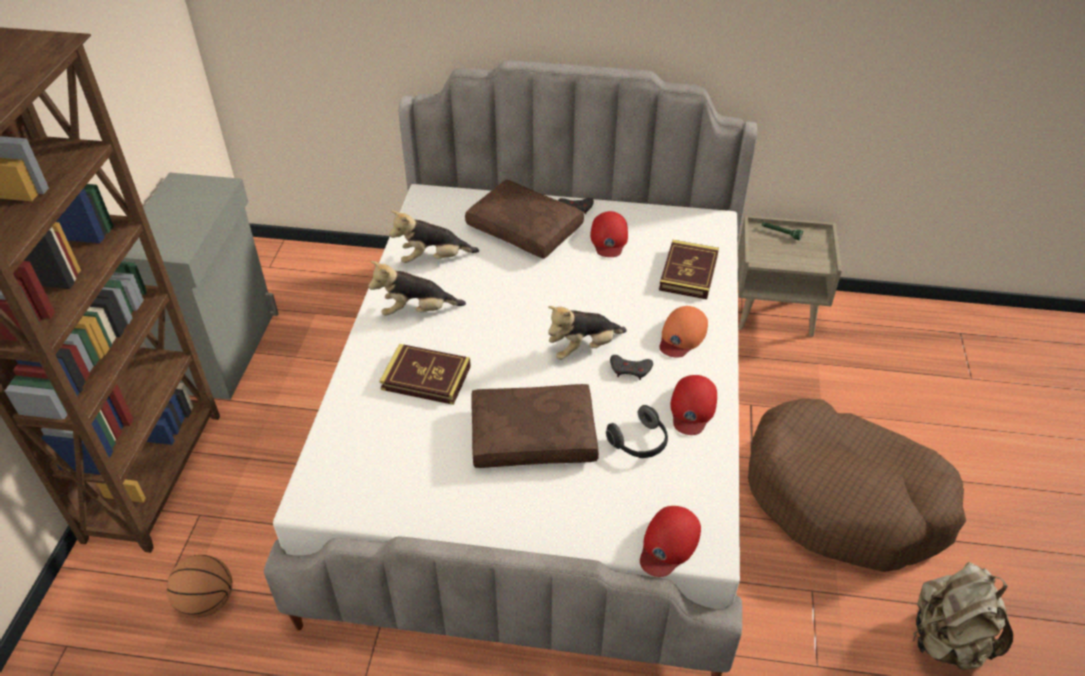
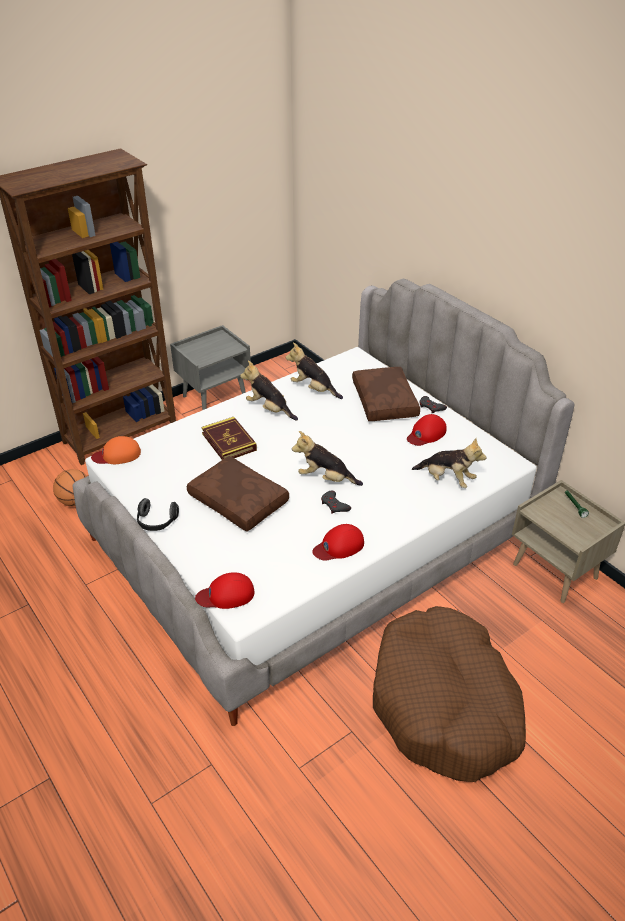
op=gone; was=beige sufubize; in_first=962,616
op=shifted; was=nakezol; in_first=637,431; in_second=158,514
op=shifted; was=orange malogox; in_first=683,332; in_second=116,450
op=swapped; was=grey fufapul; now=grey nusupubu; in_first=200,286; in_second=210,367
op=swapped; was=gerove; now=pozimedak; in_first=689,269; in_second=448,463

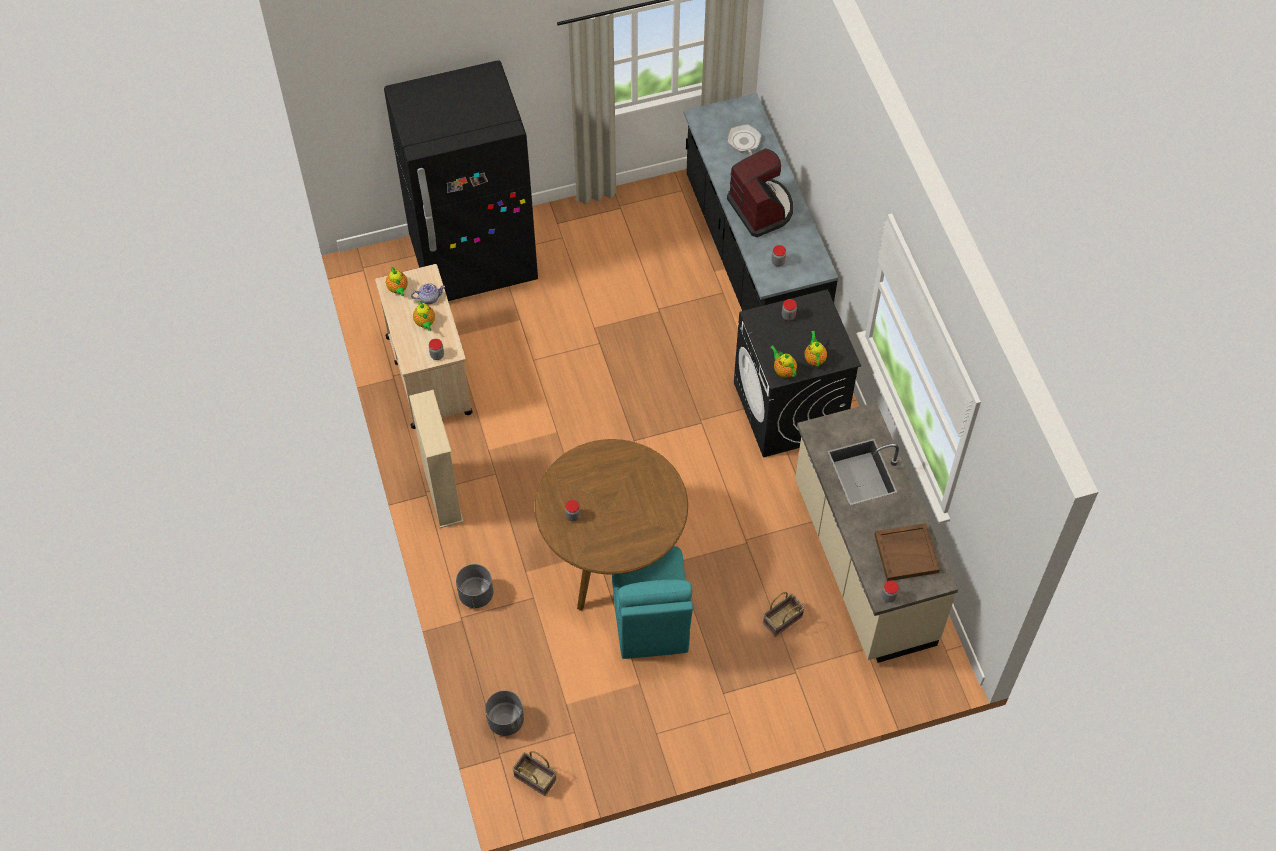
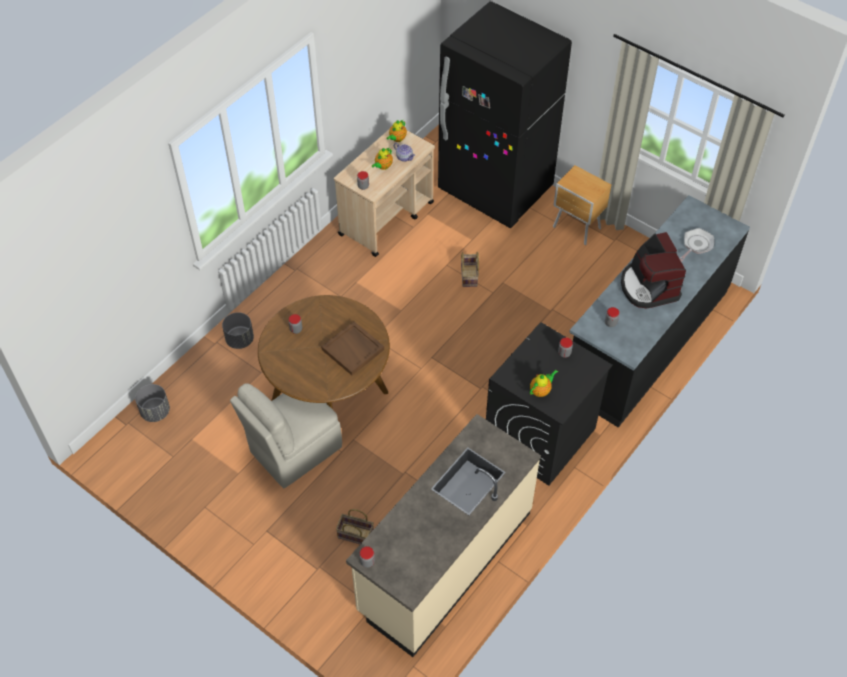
op=gone; was=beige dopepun; in_first=436,459
op=gone; was=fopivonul; in_first=783,362
op=new; now=brown nusupubu; in_second=582,205
op=shifted; was=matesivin; in_first=534,773; in_second=470,269
op=shifted; was=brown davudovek; in_first=907,552; in_second=352,348
op=repainted; was=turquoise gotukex; now=beige gotukex; in_first=652,602; in_second=286,435
op=rotated; was=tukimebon; in_first=760,193; in_second=653,270; clockwise=135

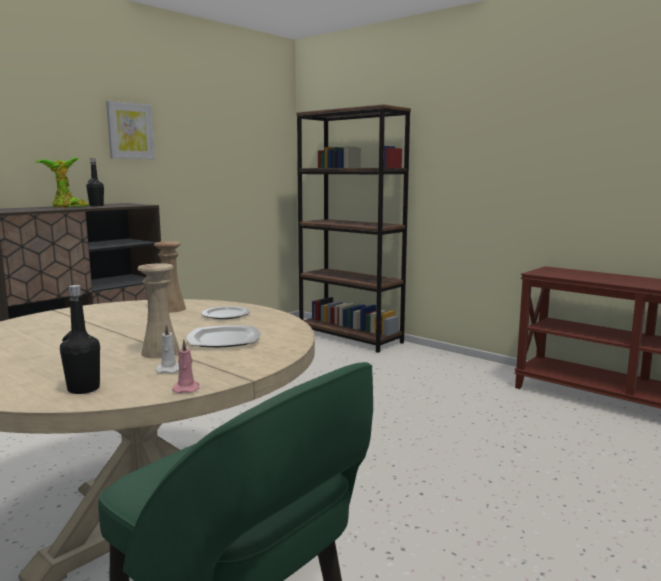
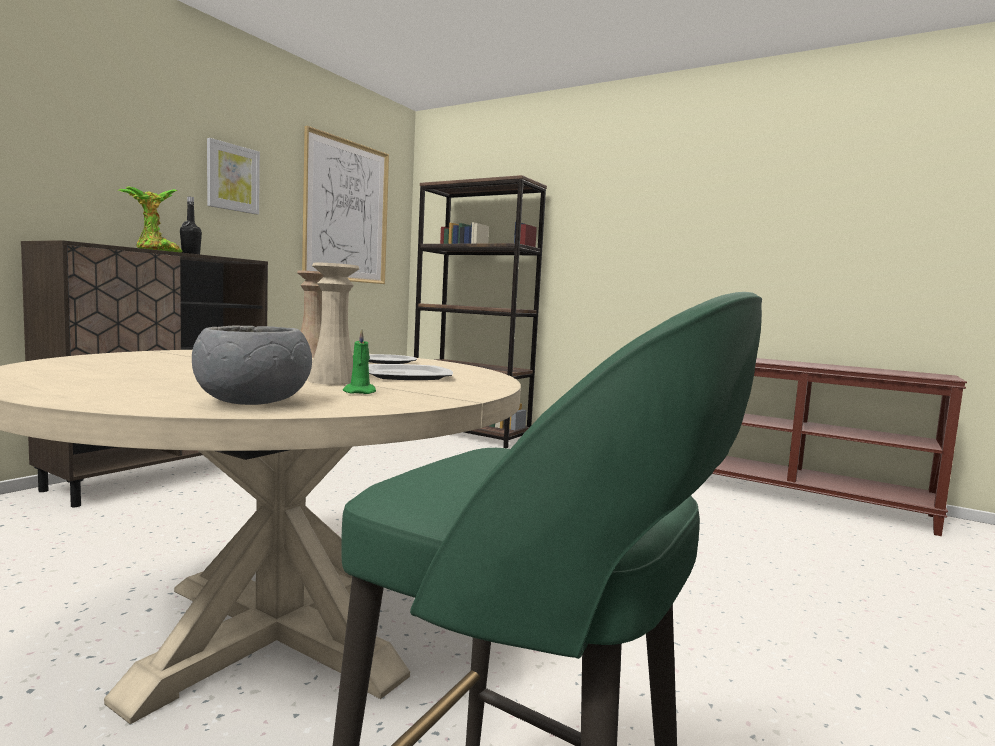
op=gone; was=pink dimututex; in_first=185,366
op=new; now=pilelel; in_second=345,205
op=swapped; was=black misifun; now=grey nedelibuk; in_first=80,339; in_second=252,365
op=repainted; was=white dimututex; now=green dimututex; in_first=167,348; in_second=359,361

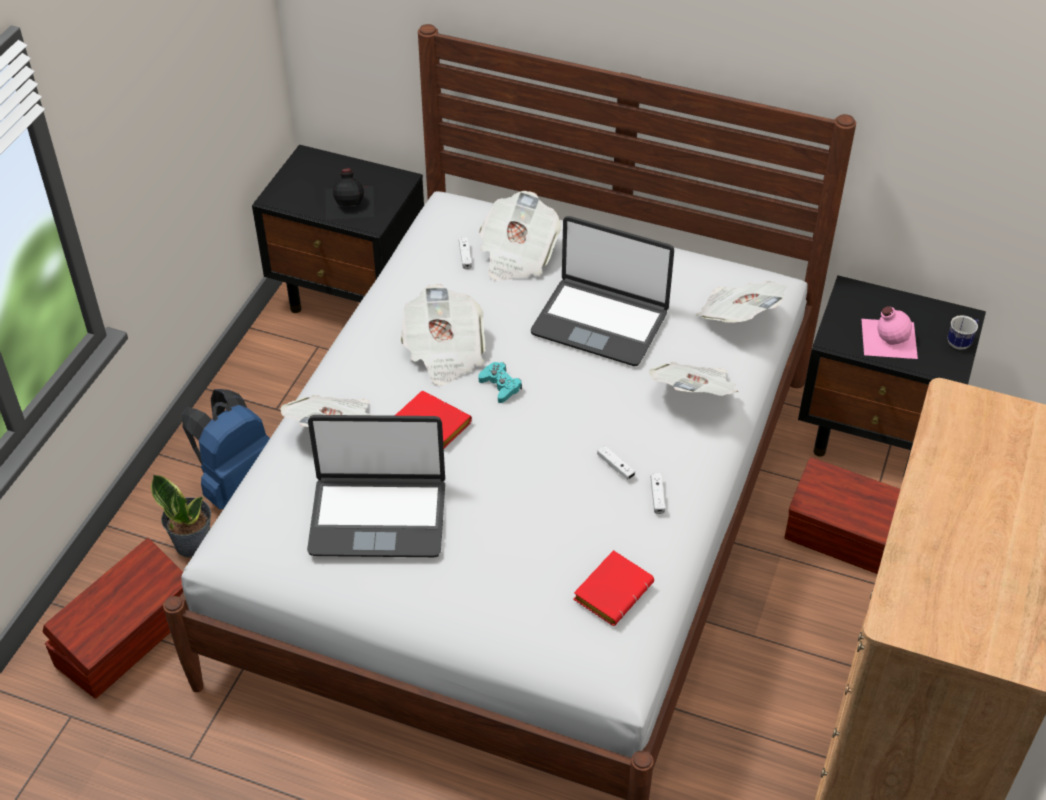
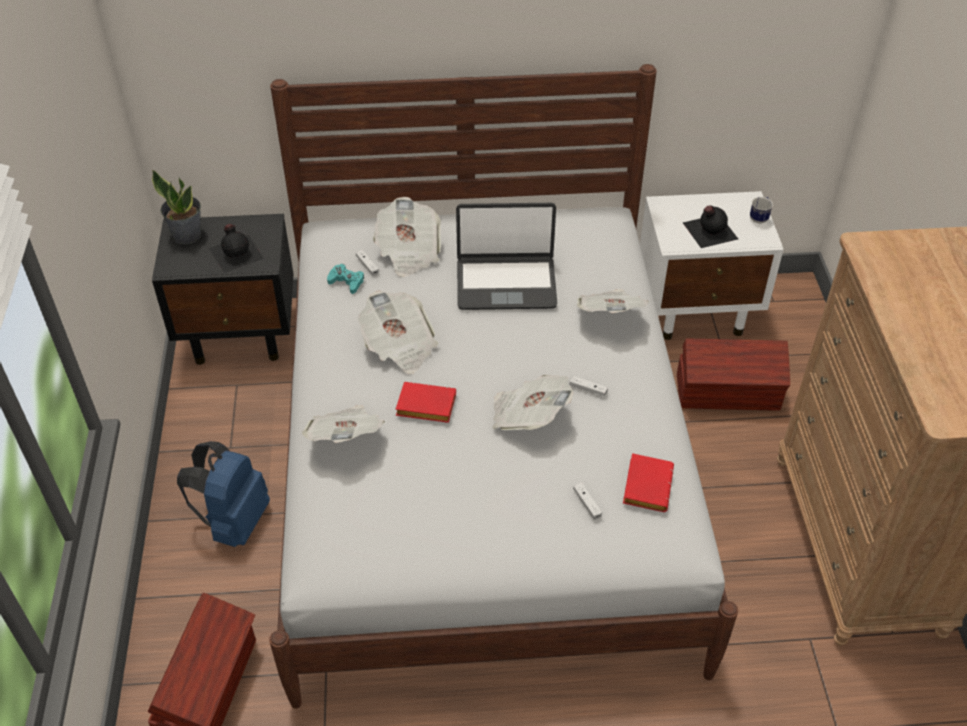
op=gone; was=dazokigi; in_first=376,486
op=shifted; was=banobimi; in_first=181,516; in_second=176,207
op=shifted; was=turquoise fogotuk; in_first=500,382; in_second=345,279
op=shifted; was=white fogotuk; in_first=658,493; in_second=587,501
op=shifted; was=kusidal; in_first=742,302; in_second=533,402
op=repainted; was=black nusupubu; now=white nusupubu; in_first=892,376; in_second=711,265
op=repainted; was=pink misifun; now=black misifun; in_first=889,333; in_second=710,226

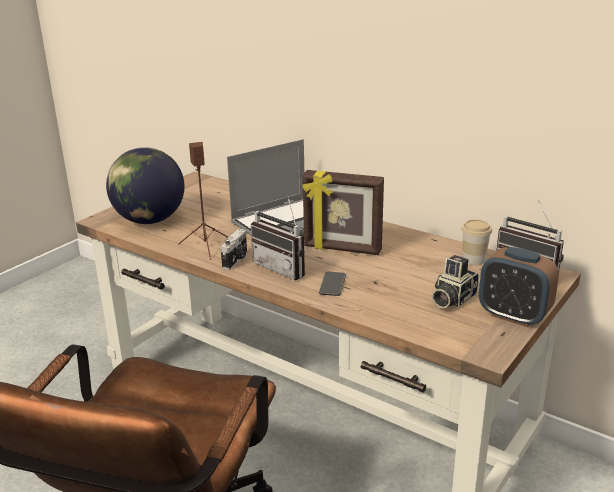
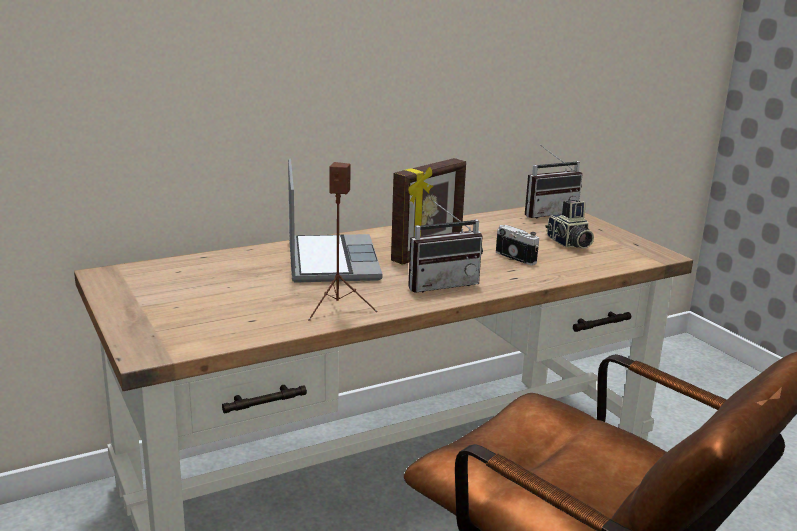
op=gone; was=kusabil; in_first=145,185
op=gone; was=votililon; in_first=332,284
op=gone; was=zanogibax; in_first=476,242
op=gone; was=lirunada; in_first=519,287
op=shifted; was=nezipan; in_first=234,249; in_second=517,245

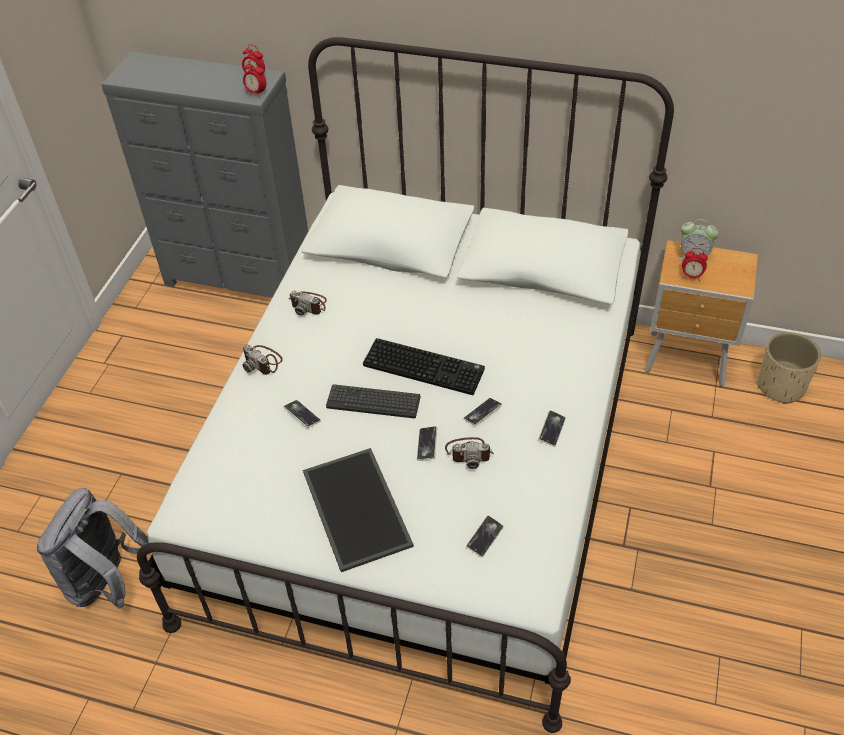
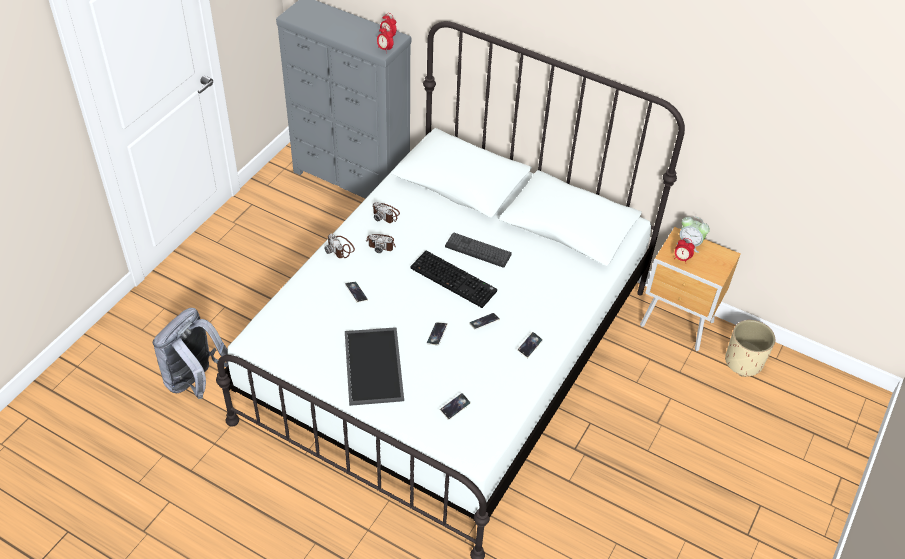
op=shifted; was=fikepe; in_first=373,401; in_second=478,250
op=shifted; was=nezipan; in_first=469,453; in_second=381,243

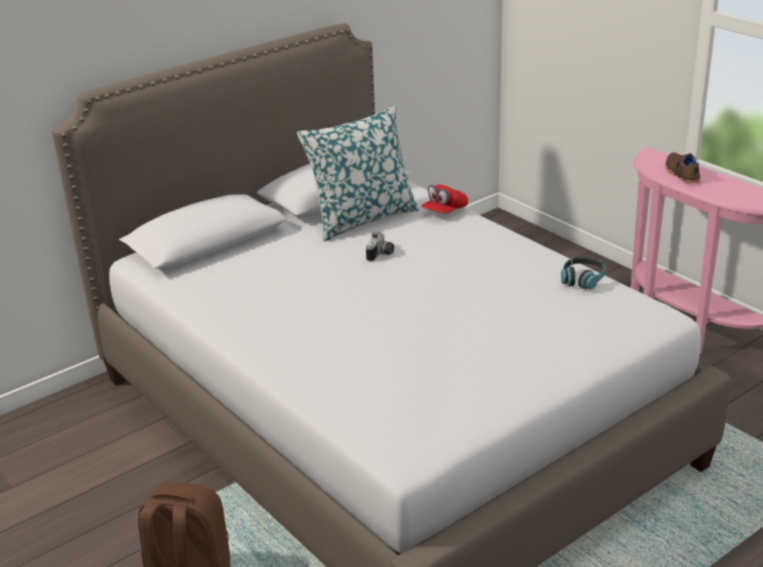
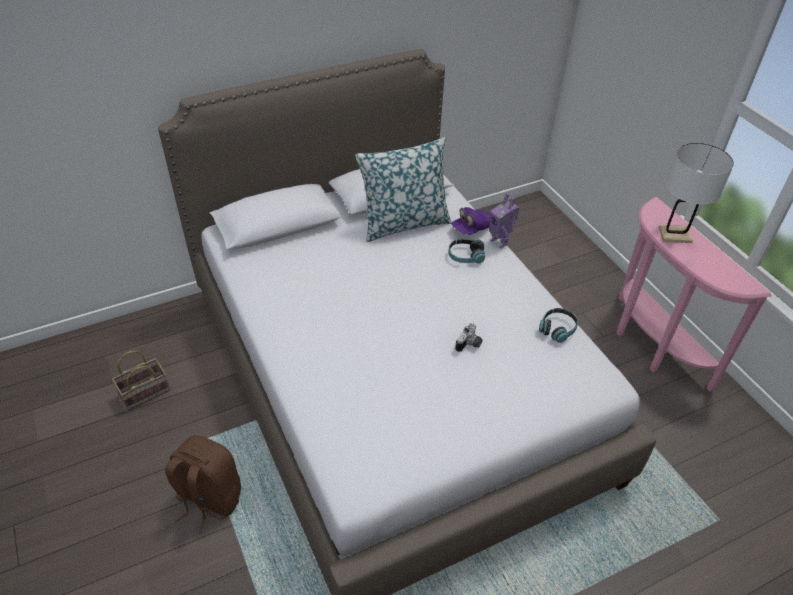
op=new; now=matesivin; in_second=141,380
op=new; now=nakezol; in_second=466,251
op=new; now=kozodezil; in_second=504,221
op=shifted; was=nezipan; in_first=380,246; in_second=469,337
op=swapped; was=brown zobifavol; now=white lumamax; in_first=683,168; in_second=696,193
op=repainted; was=red malogox; now=purple malogox; in_first=444,198; in_second=471,221

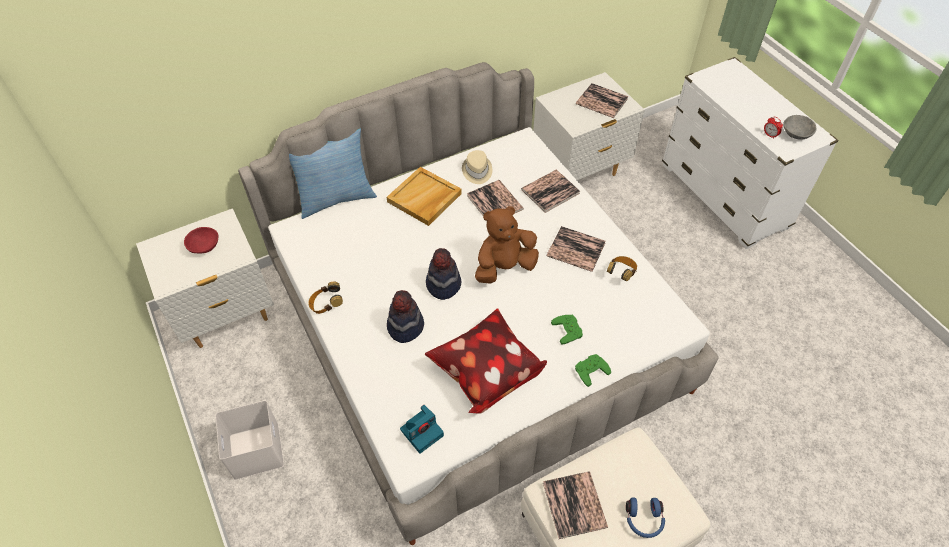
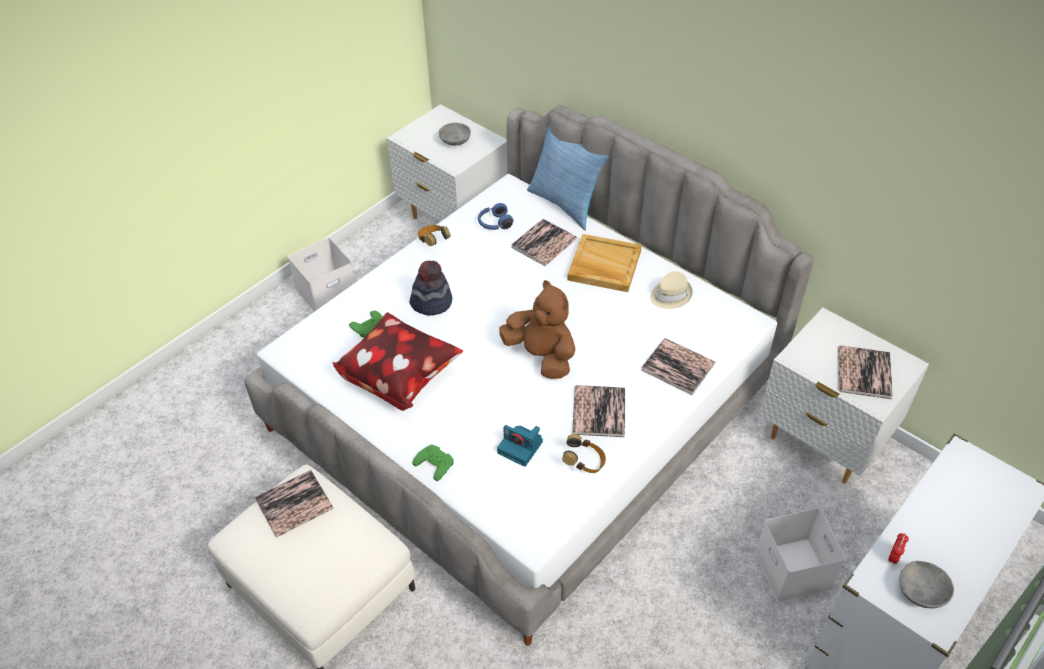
op=gone; was=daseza; in_first=443,274
op=new; now=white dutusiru; in_second=800,555
op=shifted; was=nezipan; in_first=422,429; in_second=520,446
op=shifted; was=gerove; in_first=495,198; in_second=544,242
op=shifted; was=green fogotuk; in_first=567,330; in_second=366,324
op=shifted; was=blue nakezol; in_first=645,517; in_second=495,216
op=repainted; was=red nedelibuk; now=grey nedelibuk; in_first=201,240; in_second=455,134

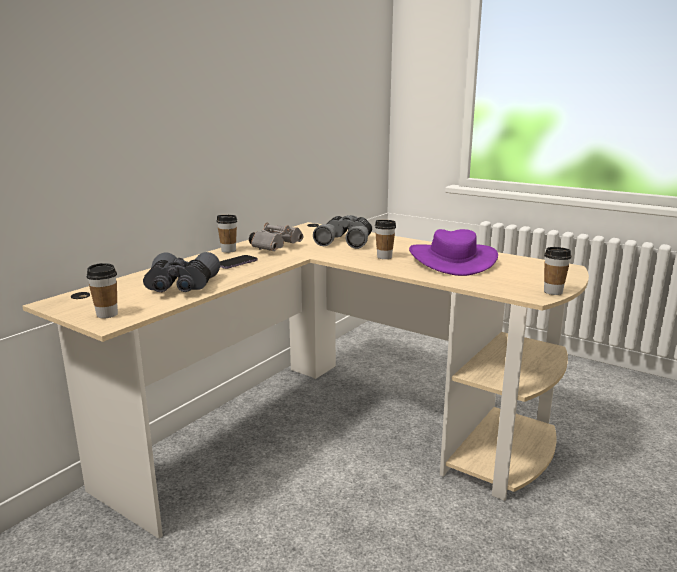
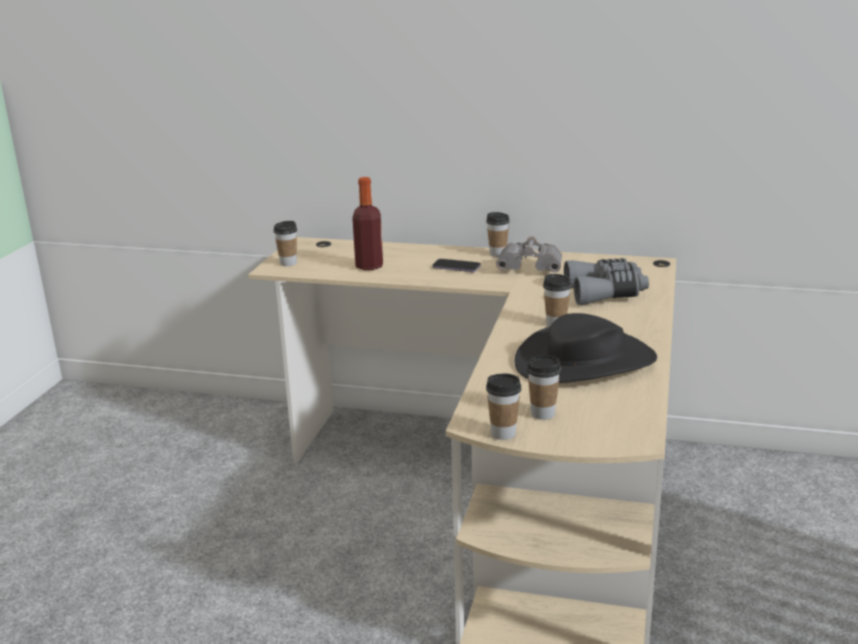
op=new; now=zanogibax; in_second=544,388
op=swapped; was=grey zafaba; now=misifun; in_first=181,272; in_second=367,223
op=repainted; was=purple daseza; now=black daseza; in_first=453,252; in_second=585,348

